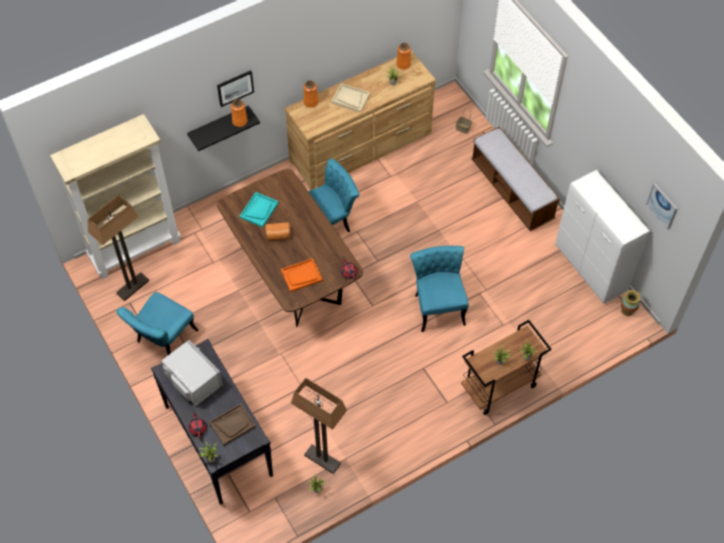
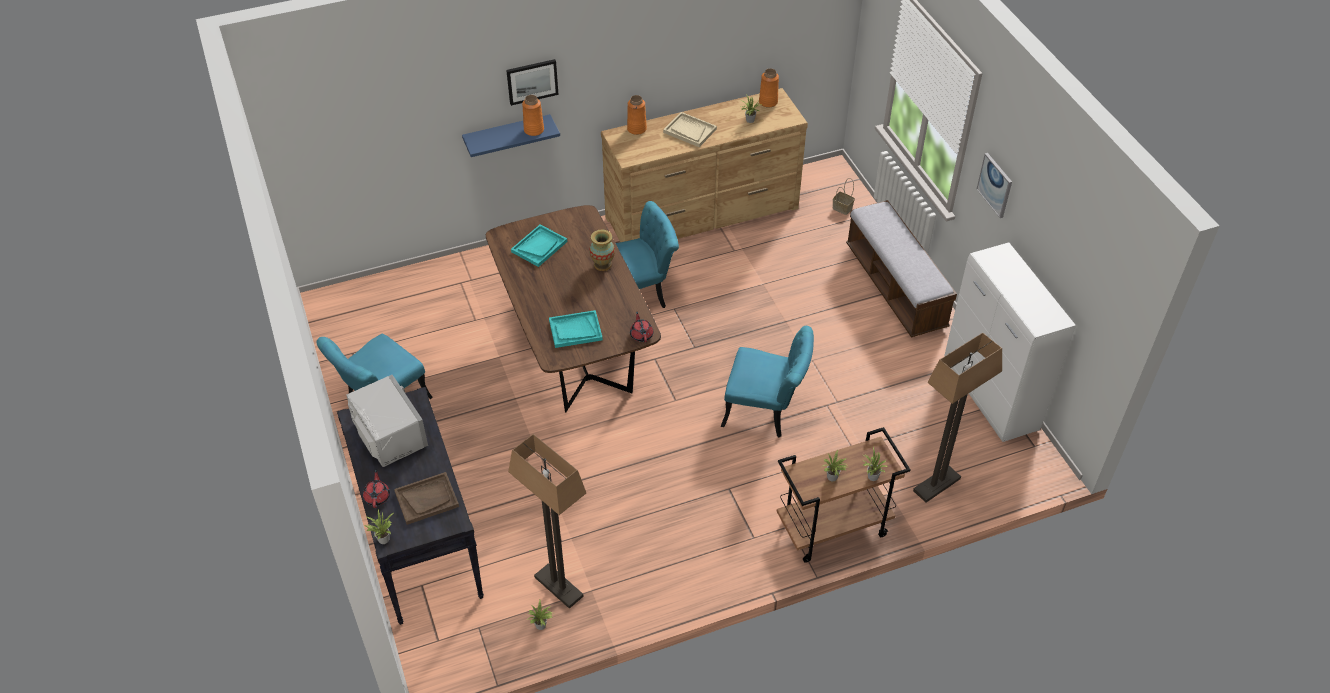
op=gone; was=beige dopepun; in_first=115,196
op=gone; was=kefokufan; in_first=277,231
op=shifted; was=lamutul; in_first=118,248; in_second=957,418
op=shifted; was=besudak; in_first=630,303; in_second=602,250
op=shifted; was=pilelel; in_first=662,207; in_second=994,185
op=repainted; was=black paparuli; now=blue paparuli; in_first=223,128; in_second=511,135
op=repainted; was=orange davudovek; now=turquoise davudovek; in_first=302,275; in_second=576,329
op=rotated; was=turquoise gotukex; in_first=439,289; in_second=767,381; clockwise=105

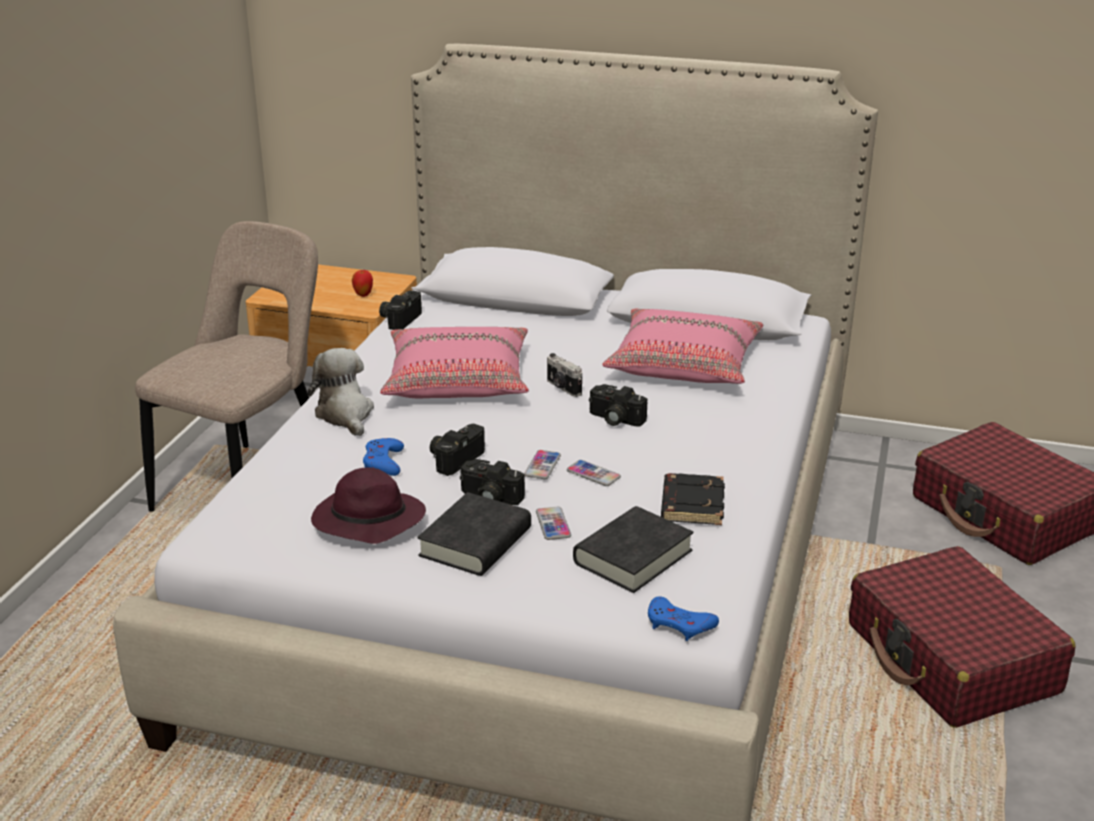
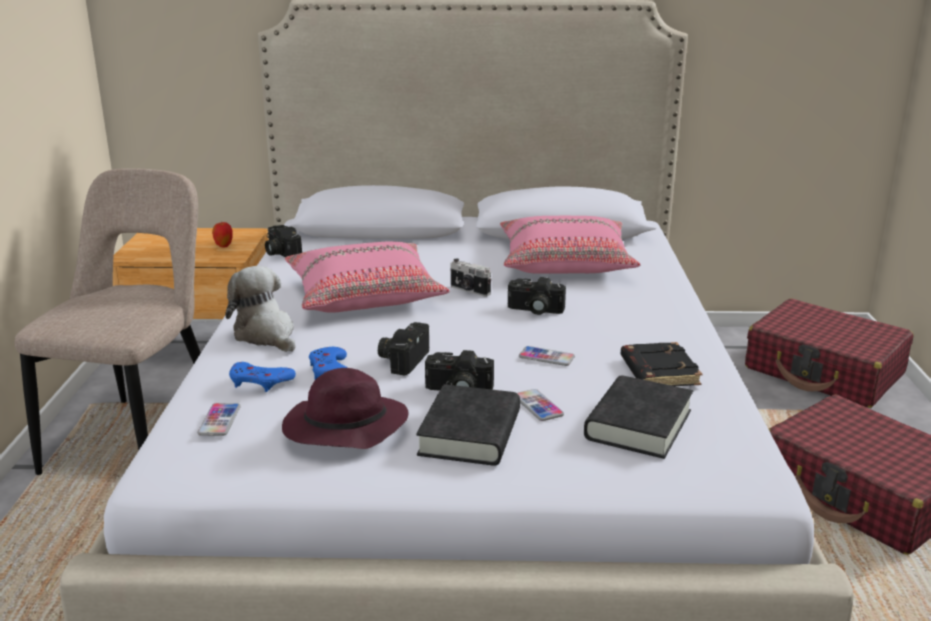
op=shifted; was=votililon; in_first=542,464; in_second=219,419
op=shifted; was=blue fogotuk; in_first=683,618; in_second=262,377
op=rotated; was=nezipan; in_first=400,310; in_second=283,241; clockwise=-45

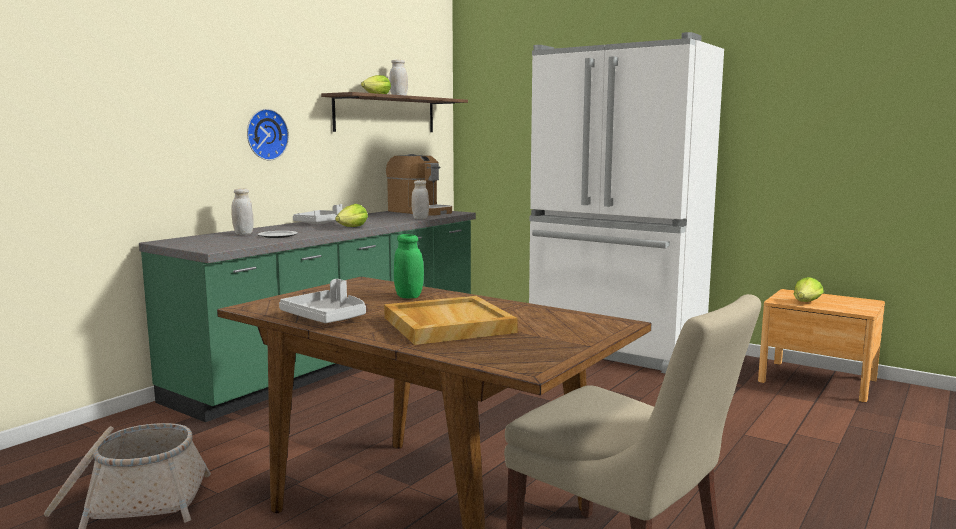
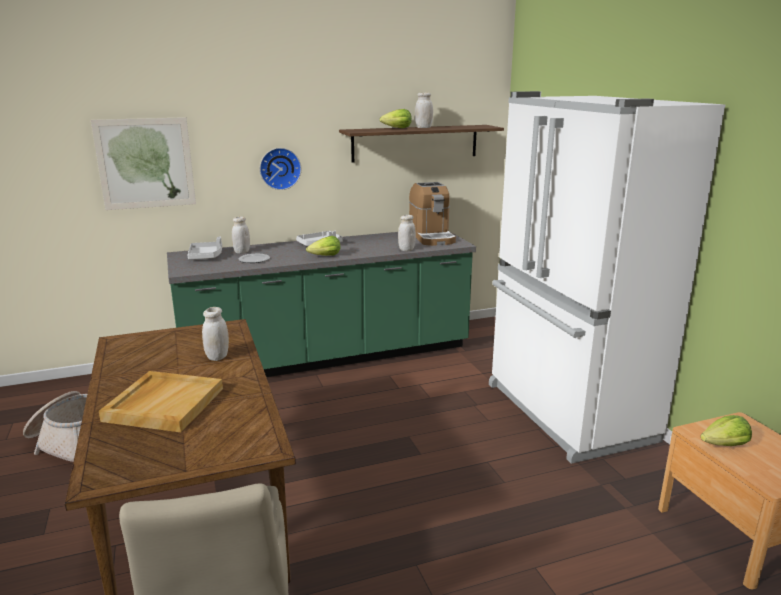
op=new; now=pilelel; in_second=143,163
op=shifted; was=grey davudovek; in_first=322,301; in_second=204,247
op=repainted; was=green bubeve; now=white bubeve; in_first=409,266; in_second=215,334

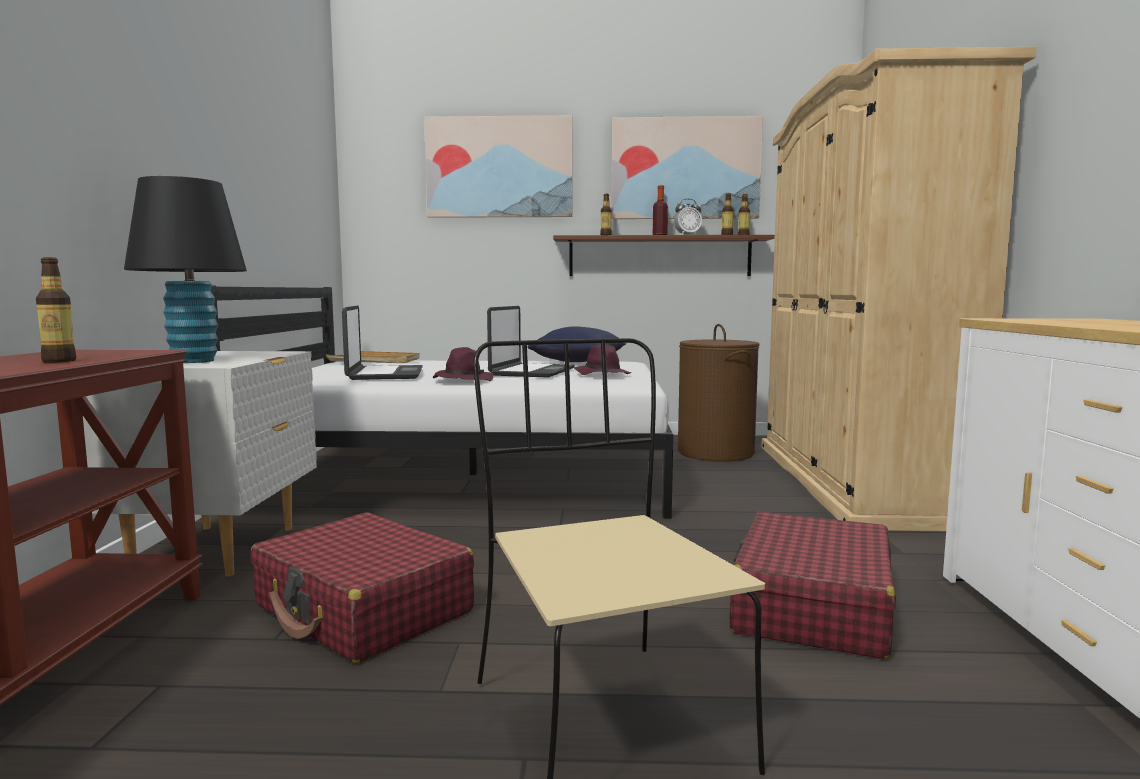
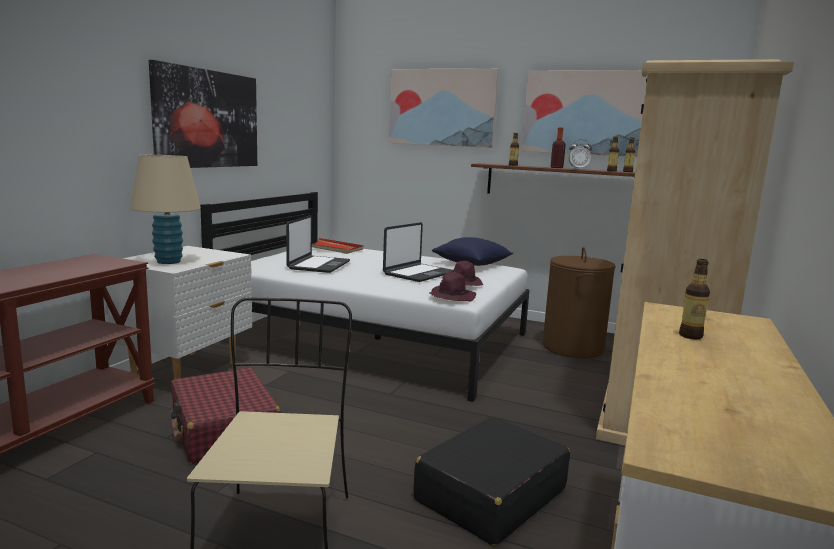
op=new; now=pilelel; in_second=203,114
op=shifted; was=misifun; in_first=56,310; in_second=694,299
op=shifted; was=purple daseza; in_first=463,364; in_second=452,287
op=repainted; was=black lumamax; now=beige lumamax; in_first=185,269; in_second=165,209
op=repainted; was=beige davudovek; now=red davudovek; in_first=373,357; in_second=338,246
op=repainted; was=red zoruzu; now=black zoruzu; in_first=813,585; in_second=492,481

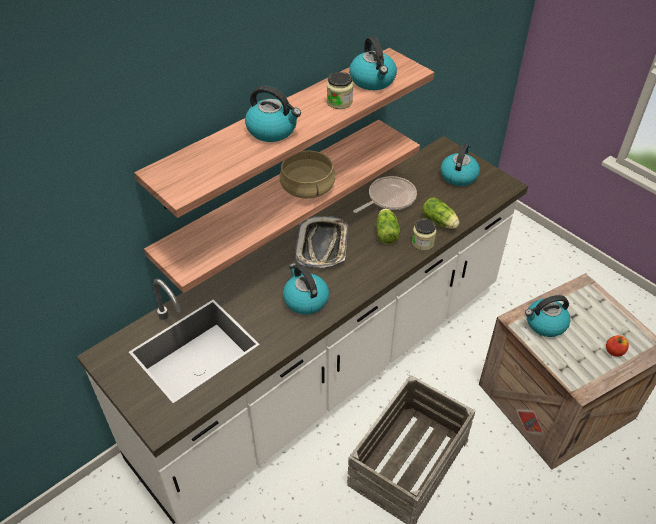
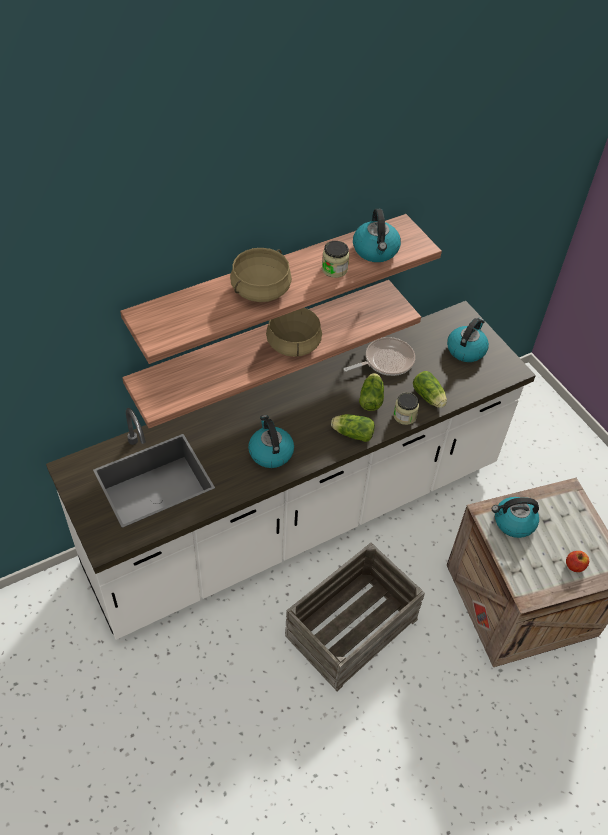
op=gone; was=davudovek; in_first=321,242
op=new; now=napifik; in_second=353,428
op=swapped; was=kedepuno; now=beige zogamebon; in_first=273,114; in_second=261,275

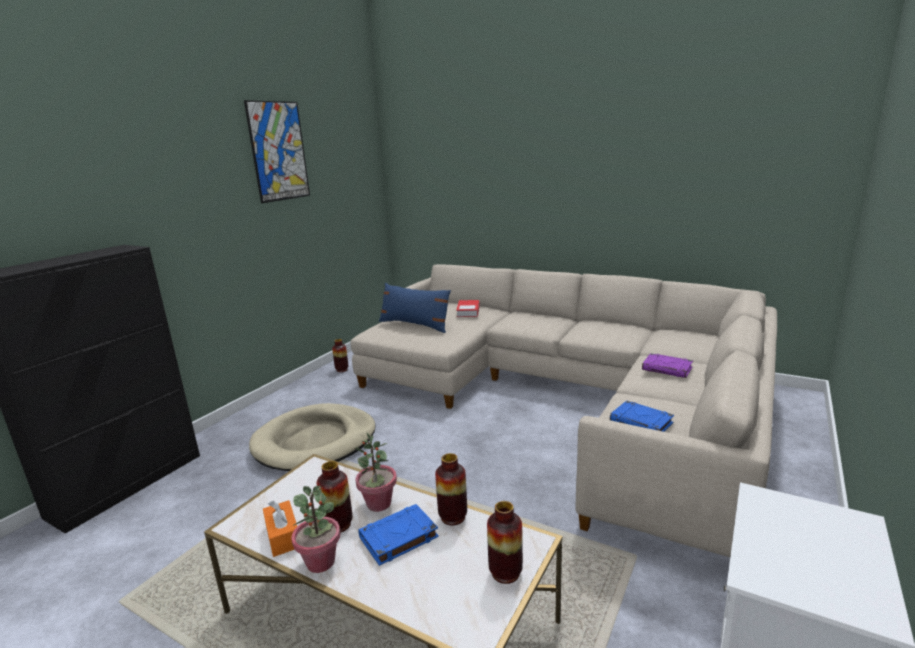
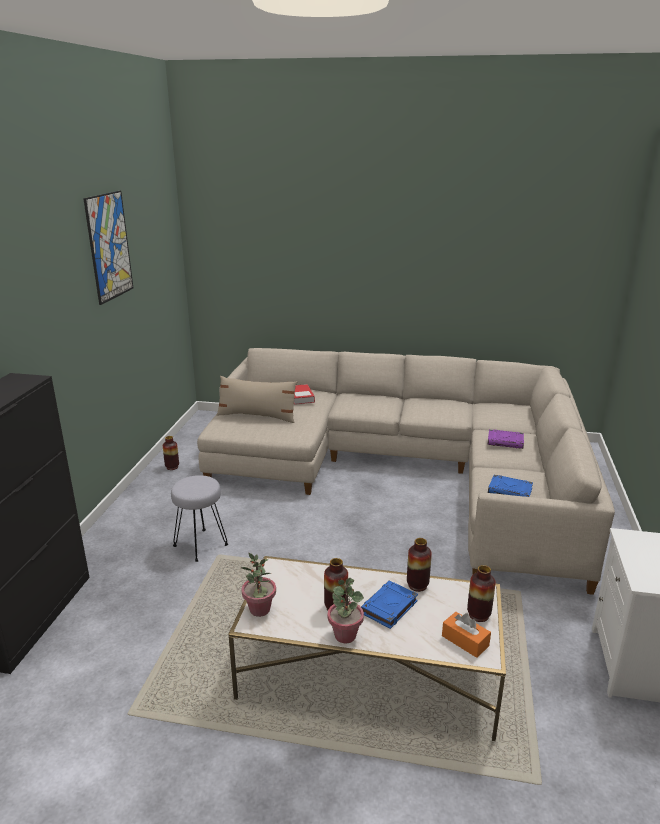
op=shifted; was=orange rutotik; in_first=280,528; in_second=466,635
op=shifted; was=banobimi; in_first=376,472; in_second=258,585
op=swapped; was=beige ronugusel; now=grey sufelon; in_first=312,437; in_second=199,518
op=repainted; was=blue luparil; now=beige luparil; in_first=415,308; in_second=257,399

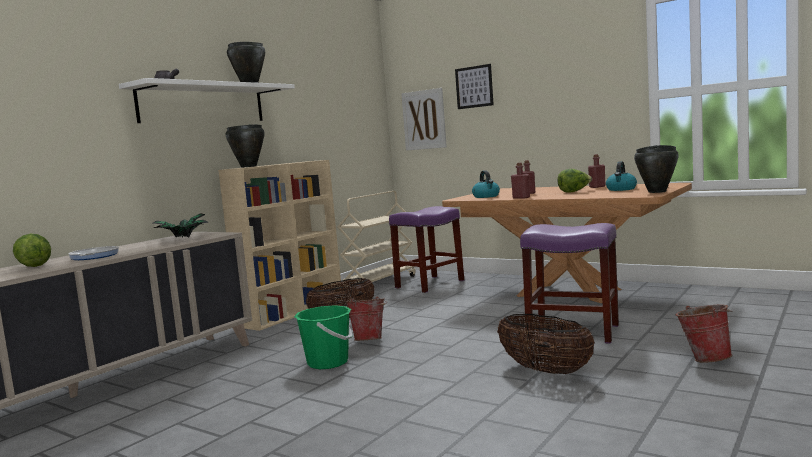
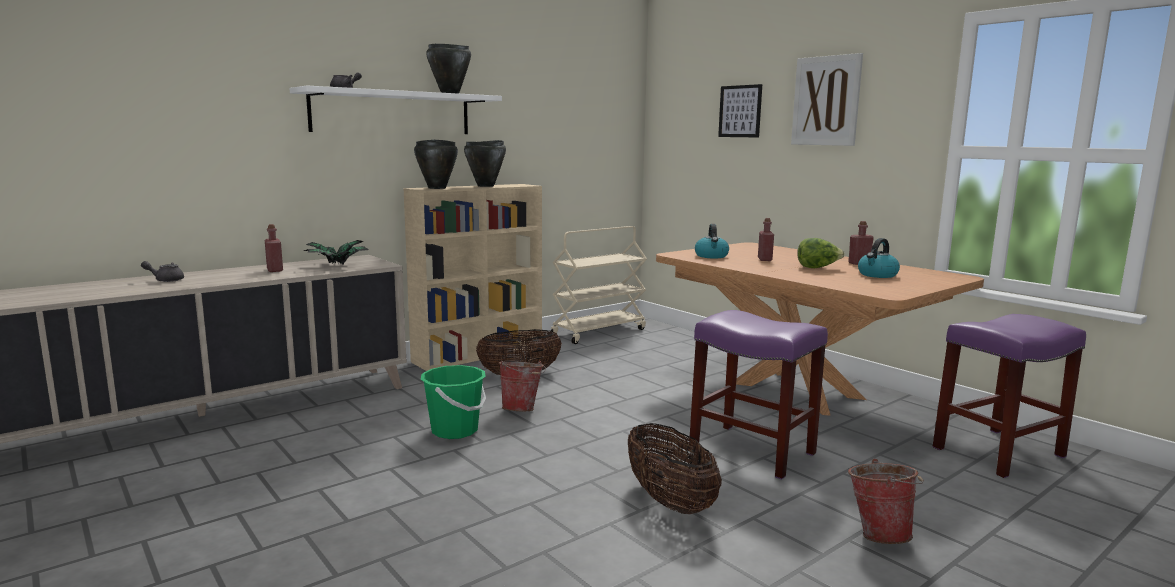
op=gone; was=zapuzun; in_first=93,253
op=shifted; was=purple sufelon; in_first=426,249; in_second=1009,396
op=shifted; was=pilelel; in_first=424,119; in_second=827,99
op=shifted; was=red misifun; in_first=520,181; in_second=274,248
op=shifted; was=black zogamebon; in_first=656,169; in_second=485,163
op=swapped; was=napifik; now=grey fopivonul; in_first=32,250; in_second=162,271

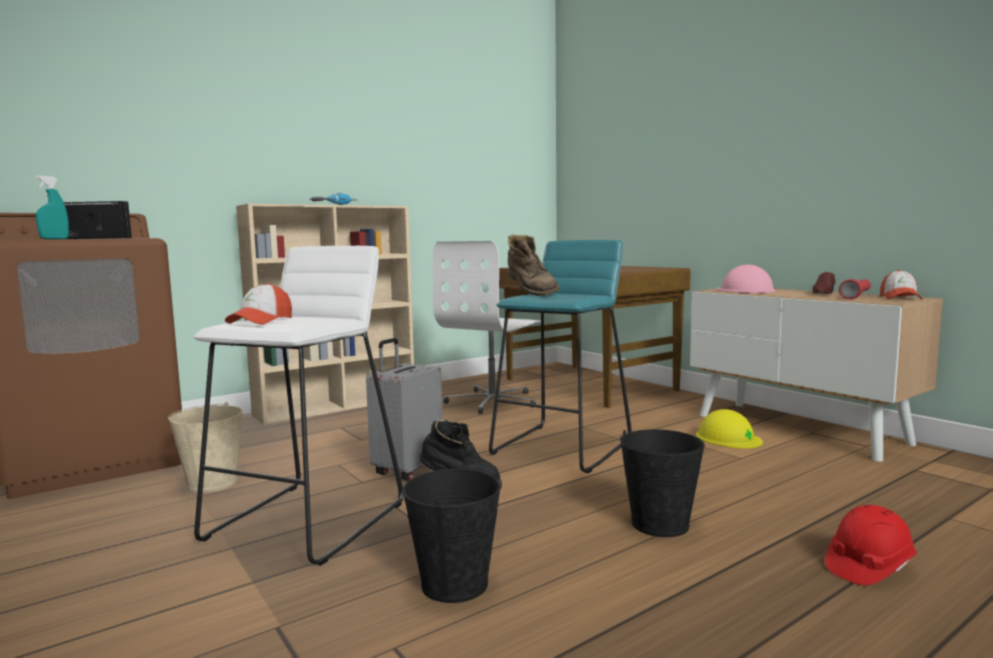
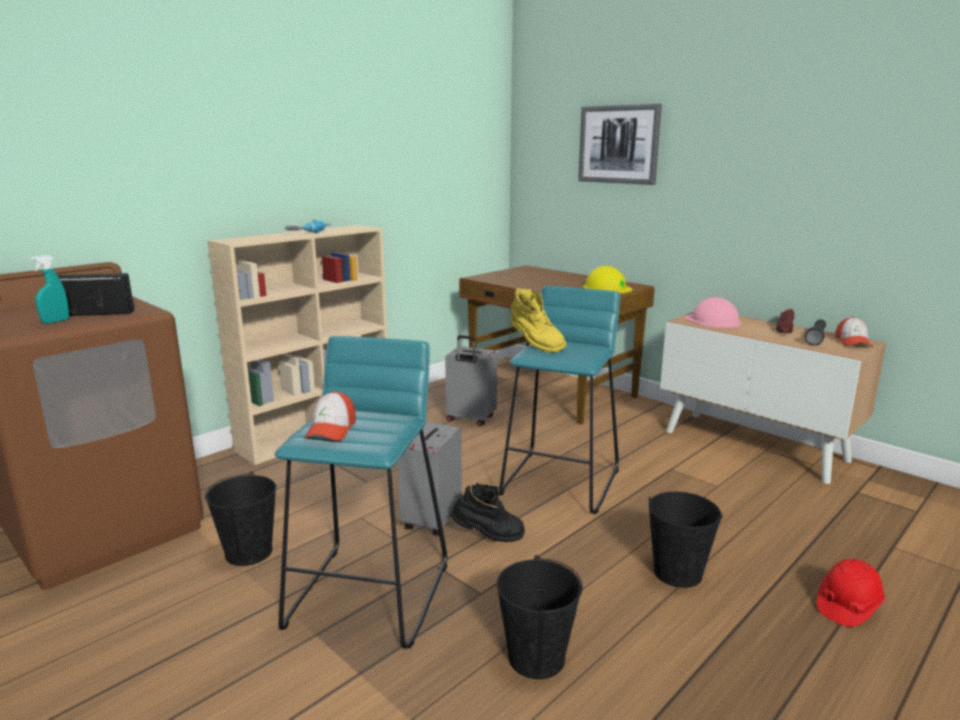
op=new; now=pilelel; in_second=620,144
op=shifted; was=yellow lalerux; in_first=729,429; in_second=607,279
op=swapped; was=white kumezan; now=grey zoruzu; in_first=487,327; in_second=471,380
op=repainted; was=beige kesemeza; now=black kesemeza; in_first=205,447; in_second=240,519
op=repainted; was=white sufelon; now=turquoise sufelon; in_first=298,406; in_second=360,492
op=repainted; was=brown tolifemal; now=yellow tolifemal; in_first=534,265; in_second=538,320
op=repainted; was=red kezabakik; now=black kezabakik; in_first=855,289; in_second=815,332

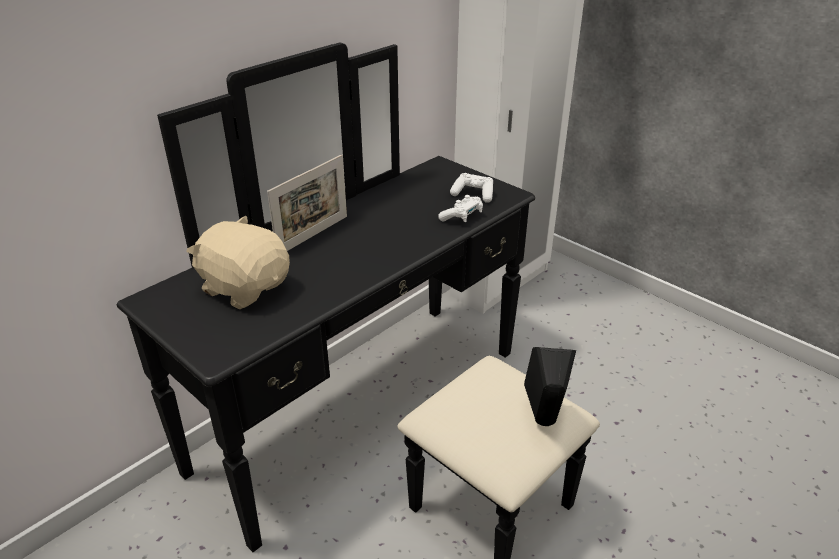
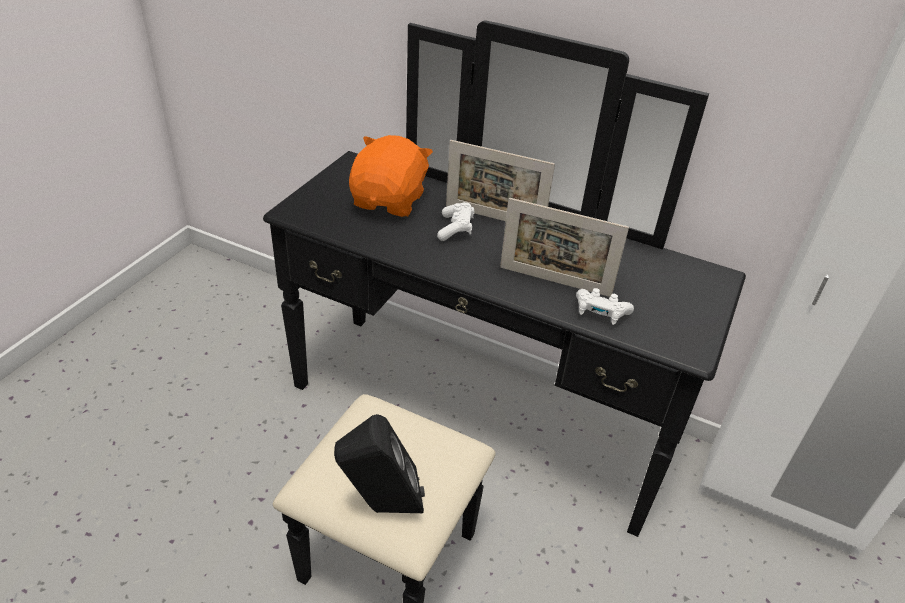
op=new; now=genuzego; in_second=564,247
op=shifted; was=white fogotuk; in_first=471,188; in_second=455,221
op=repainted; was=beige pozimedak; now=orange pozimedak; in_first=238,262; in_second=391,176

